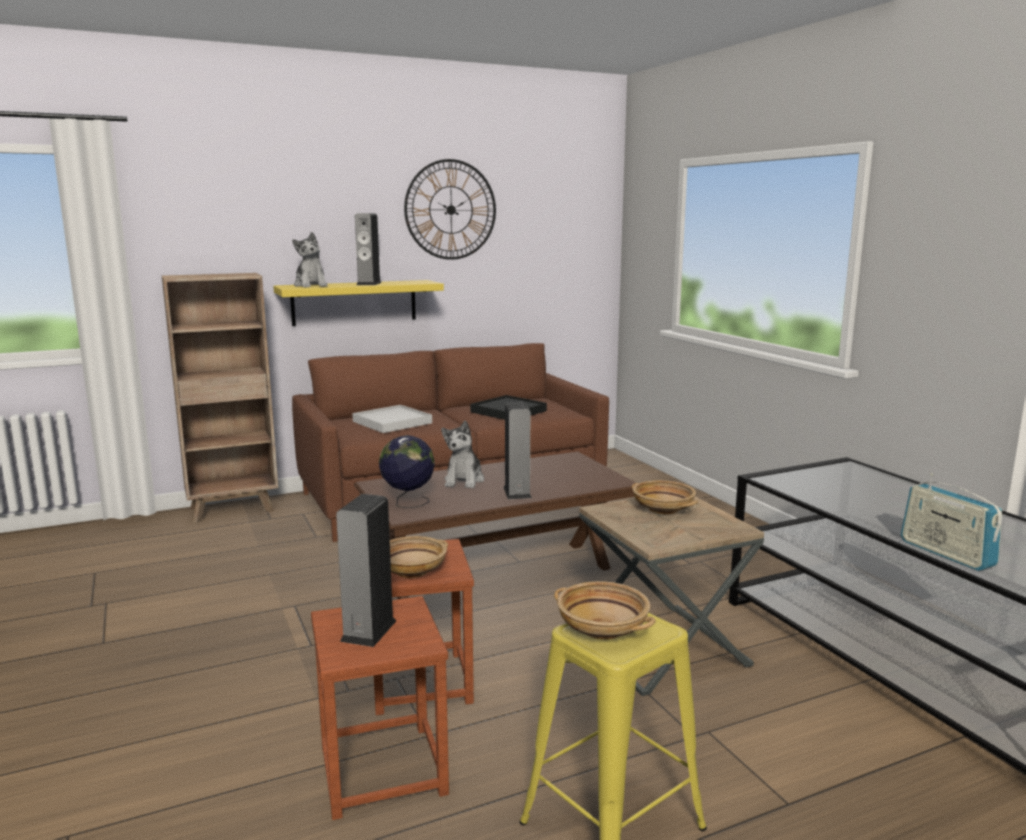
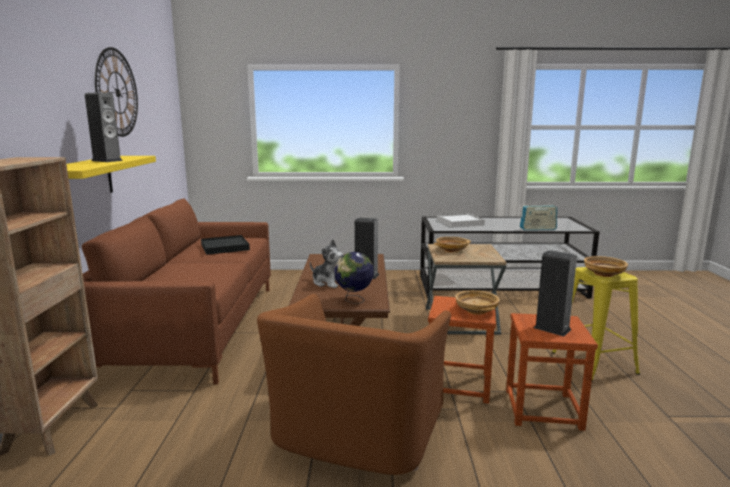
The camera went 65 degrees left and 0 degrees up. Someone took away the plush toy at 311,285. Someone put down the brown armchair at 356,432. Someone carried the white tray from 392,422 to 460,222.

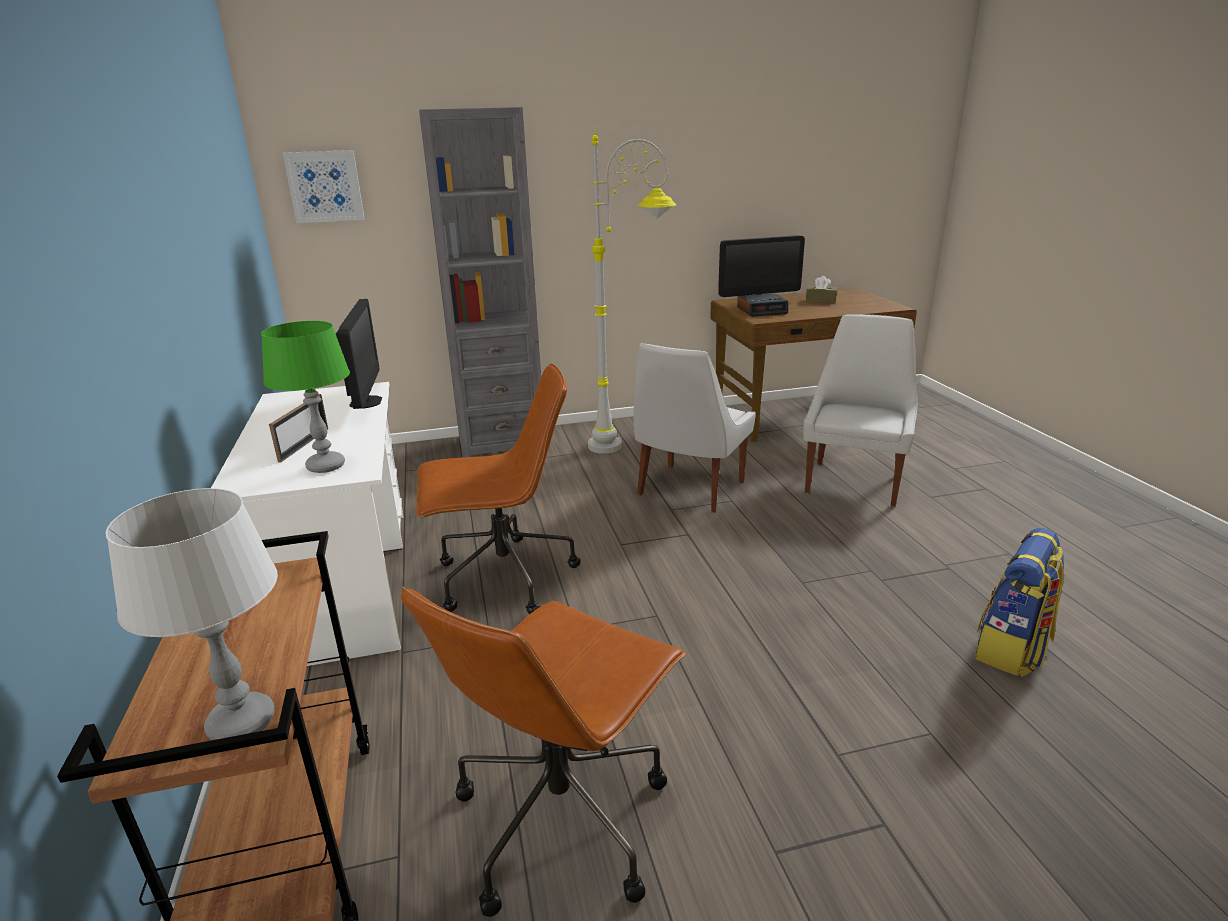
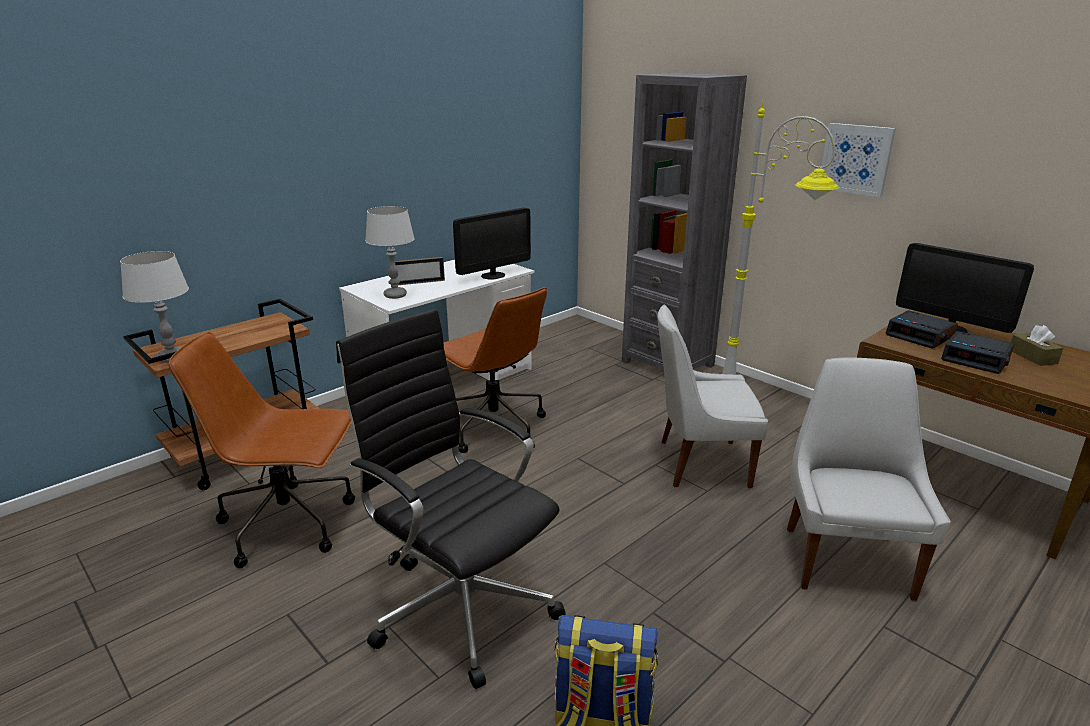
The camera went 60 degrees right and 0 degrees up. Someone put down the black office chair at 461,604. Someone put down the alarm clock at 976,359. Someone carried the picture from 325,186 to 856,159. Someone repainted the green table lamp at 326,466, which became the grey table lamp at 395,295. Someone rotated the white chair at 854,481 by 75 degrees counterclockwise.

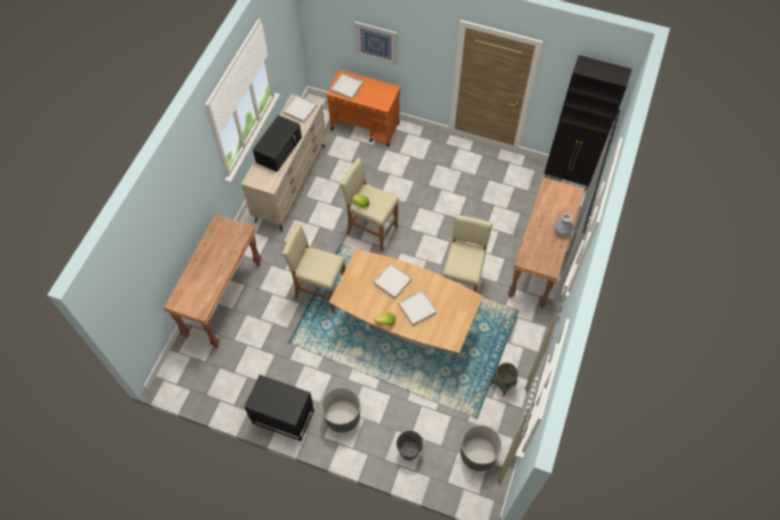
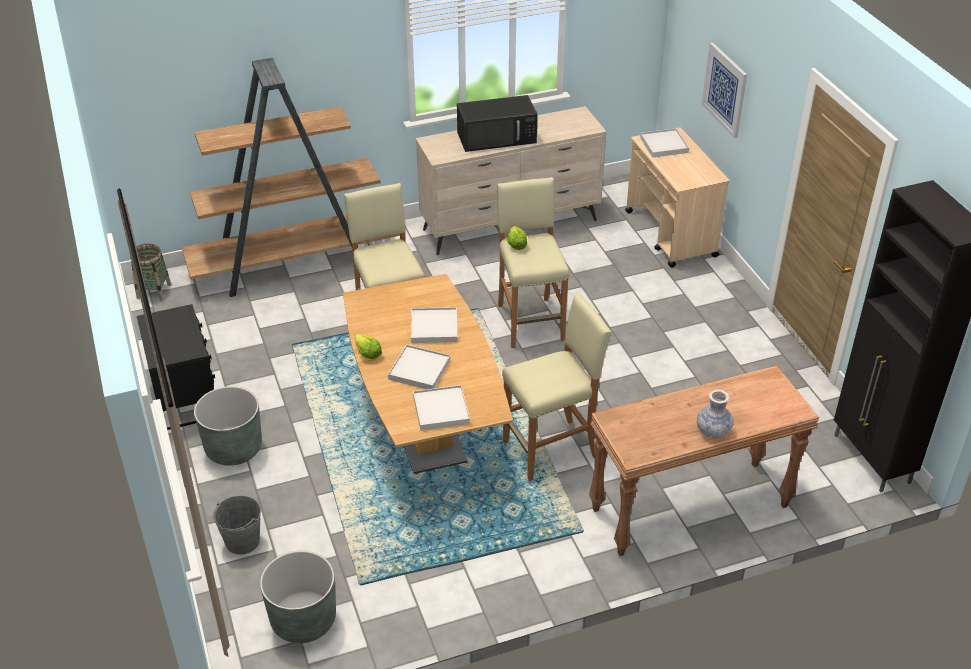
The camera went 50 degrees right and 20 degrees down. Someone carried the white tray from 300,110 to 441,410. Someone carried the basket from 503,384 to 154,291. Someone swapped the brown console table at 223,299 for the brown bookcase at 295,264. Someone repainted the orange cart at 365,127, which became the beige cart at 671,234.

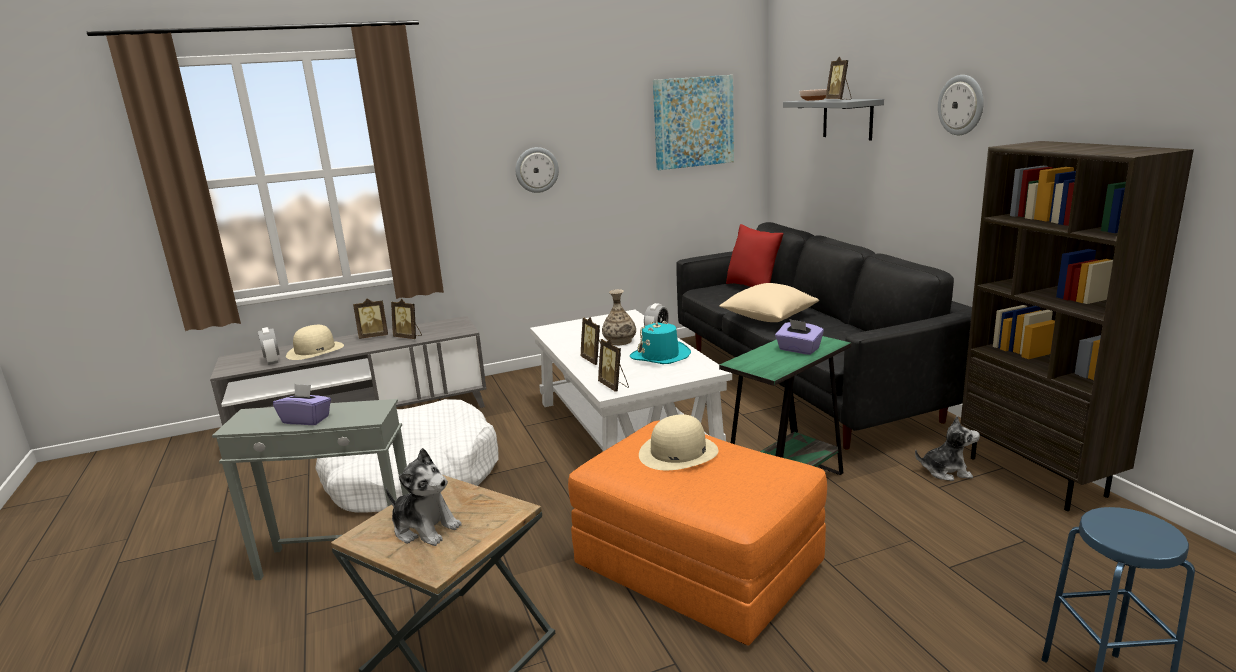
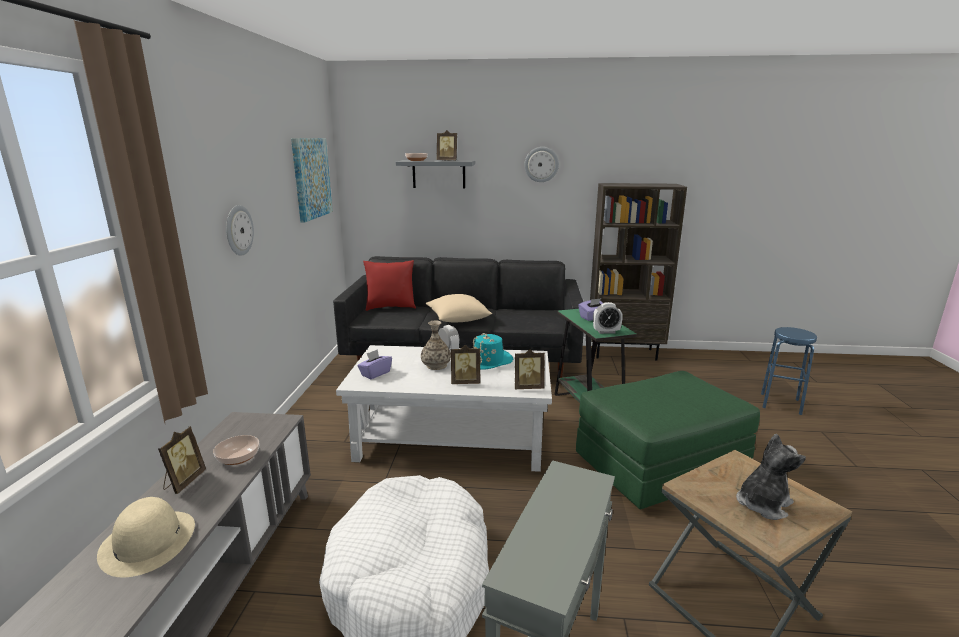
The camera went 65 degrees left and 0 degrees up. Someone took away the beige hat at 678,452. Someone took away the plush toy at 946,471. Someone carried the alarm clock from 272,361 to 606,332. Someone carried the purple tissue box from 306,419 to 375,373. Someone swapped the picture frame at 408,337 for the bowl at 239,457. Someone repainted the orange ottoman at 699,566, which became the green ottoman at 660,464.

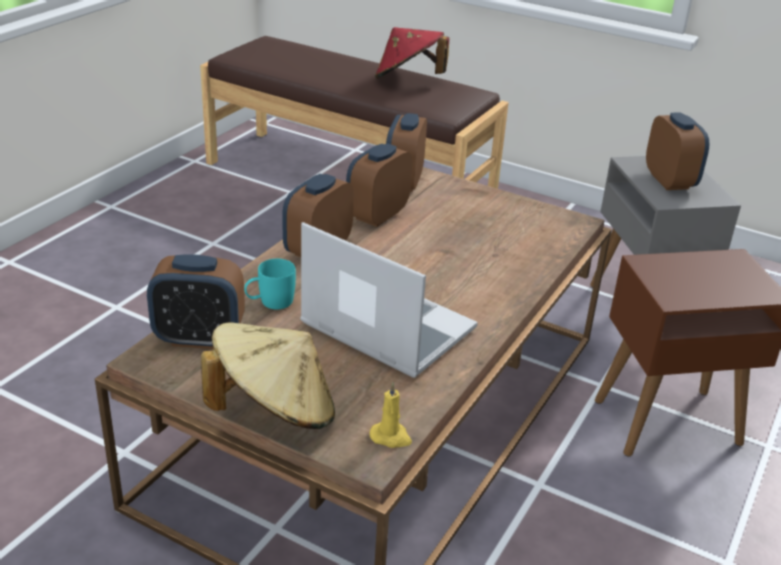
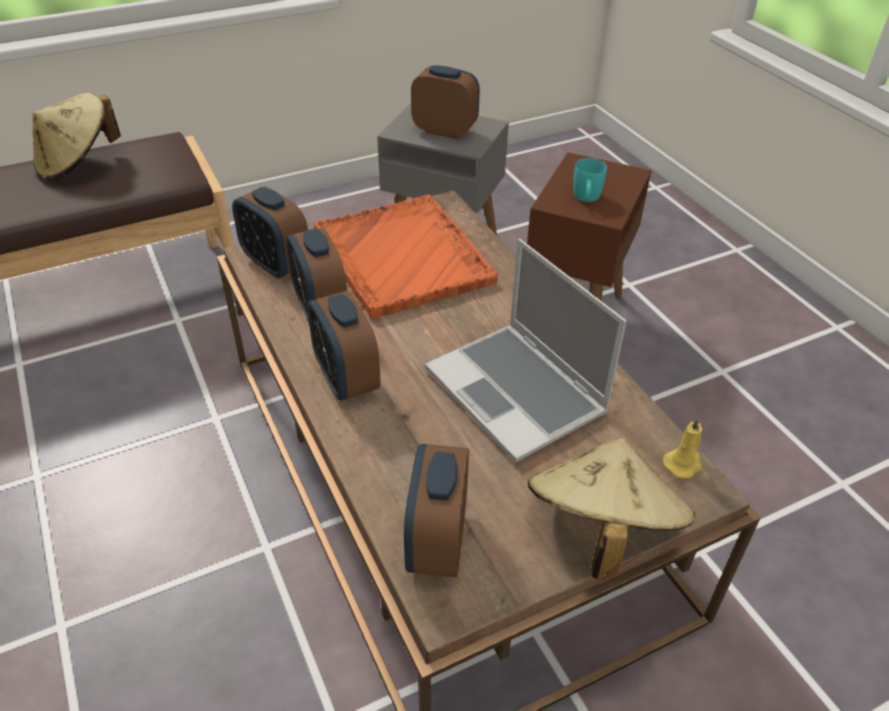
The camera went 55 degrees left and 10 degrees up. Someone put down the orange tray at 403,258. Someone carried the turquoise mug from 270,302 to 586,198. Someone repainted the red hat at 408,79, which became the beige hat at 78,164. Someone rotated the alarm clock at 199,338 by 150 degrees clockwise. Someone rotated the laptop at 384,327 by 105 degrees counterclockwise.

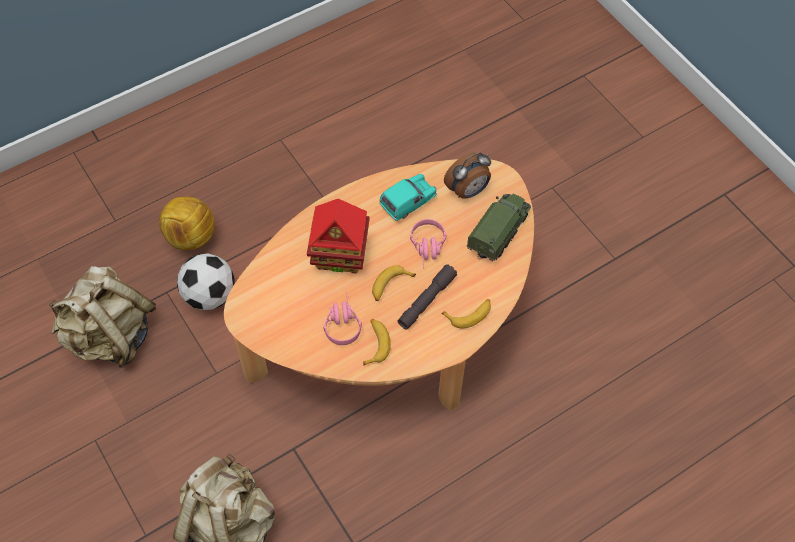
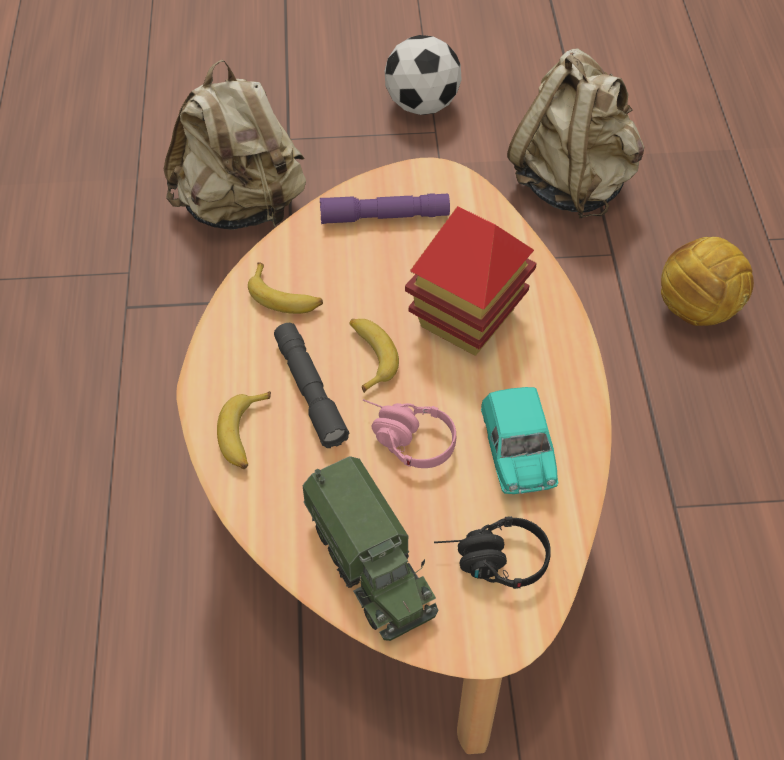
The camera went 120 degrees right and 5 degrees down. Someone took away the pink headphones at 341,322. Someone put down the purple flashlight at 384,216. Someone carried the football from 209,295 to 422,105. Someone swapped the alarm clock at 468,191 for the black headphones at 491,562.

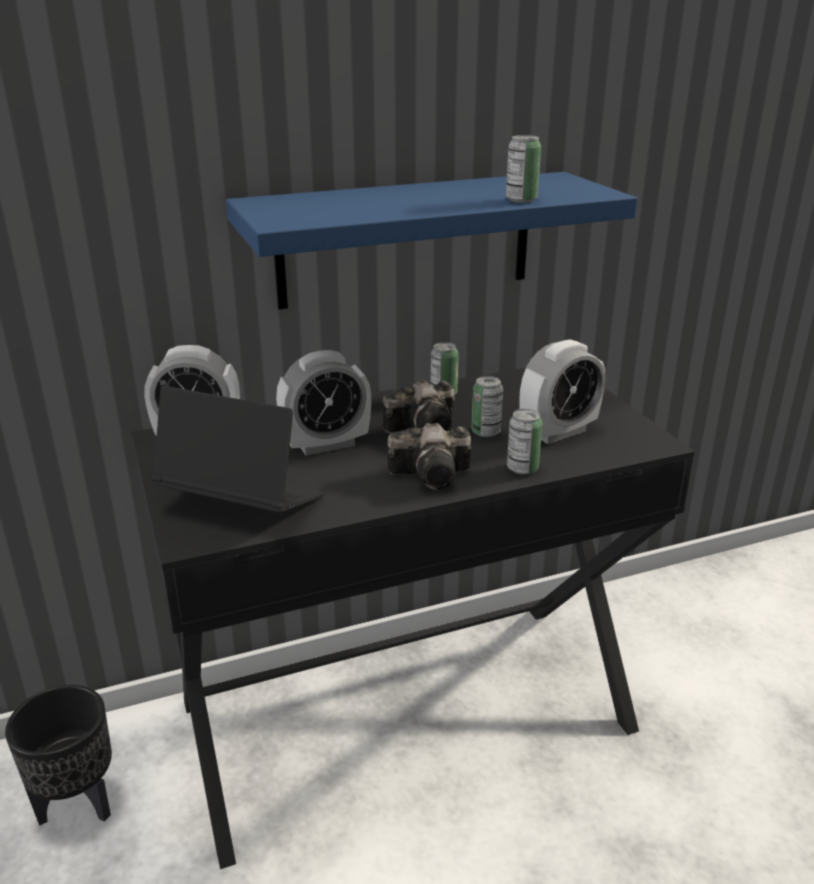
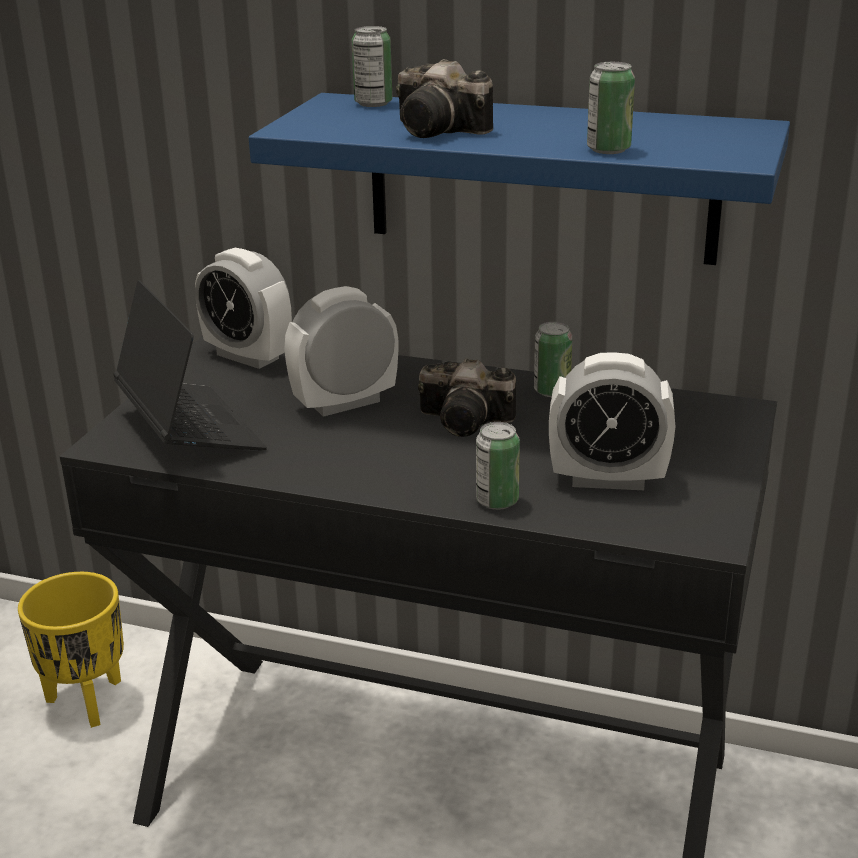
The camera went 40 degrees right and 0 degrees up. Someone carried the photo camera from 434,475 to 442,130. Someone carried the can from 486,432 to 373,103. Someone repainted the black planter at 76,804, which became the yellow planter at 86,701. Someone rotated the alarm clock at 326,444 by 135 degrees clockwise.

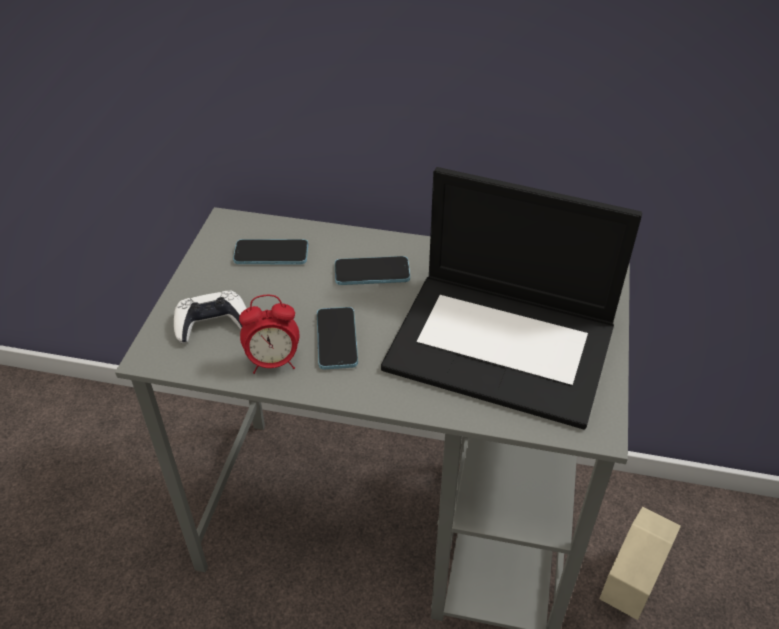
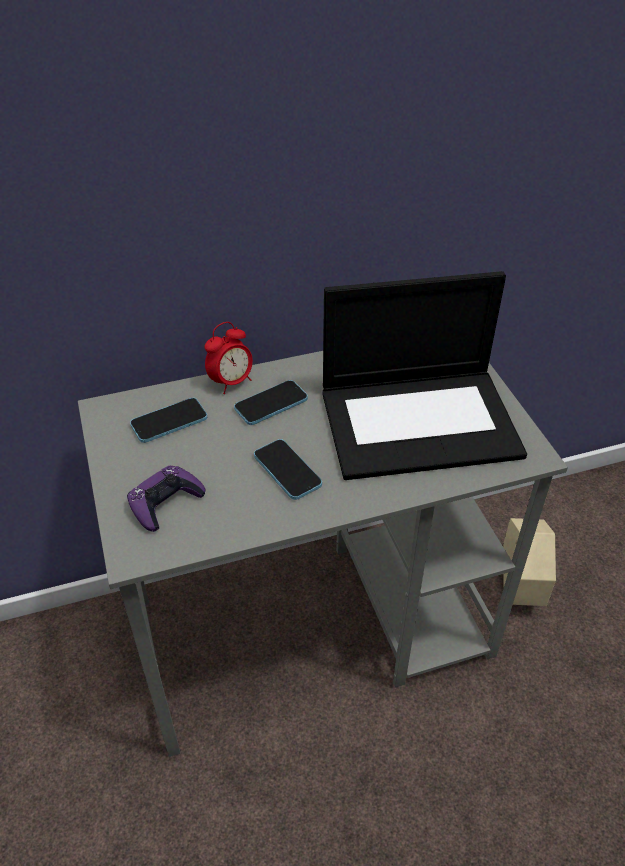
The camera went 30 degrees left and 0 degrees up. Someone carried the alarm clock from 273,362 to 231,382. Someone repainted the white game controller at 212,323, which became the purple game controller at 165,502.

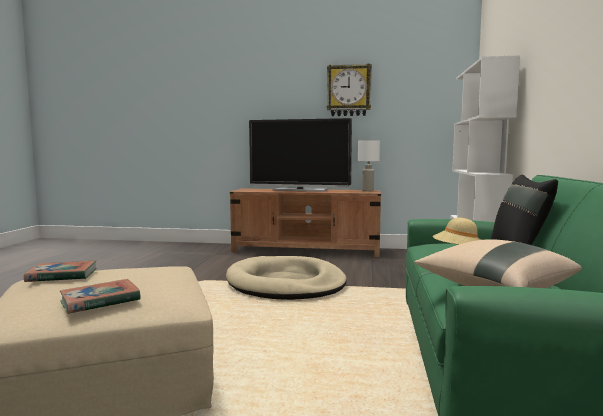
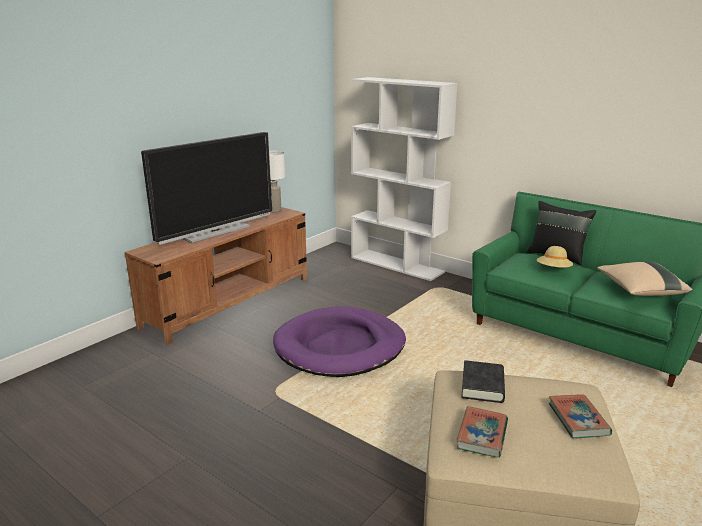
The camera went 60 degrees left and 15 degrees up. Someone took away the wall clock at 349,90. Someone put down the black book at 482,386. Someone repainted the beige dog bed at 286,284, which became the purple dog bed at 340,346.

